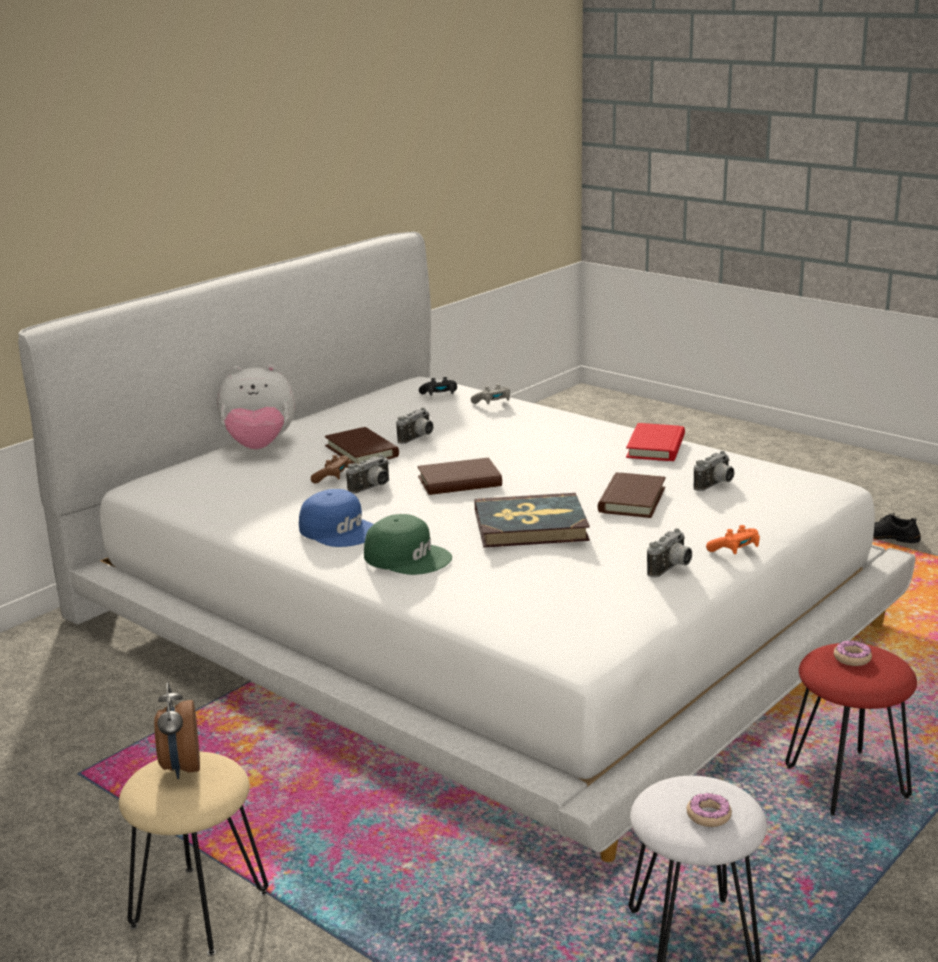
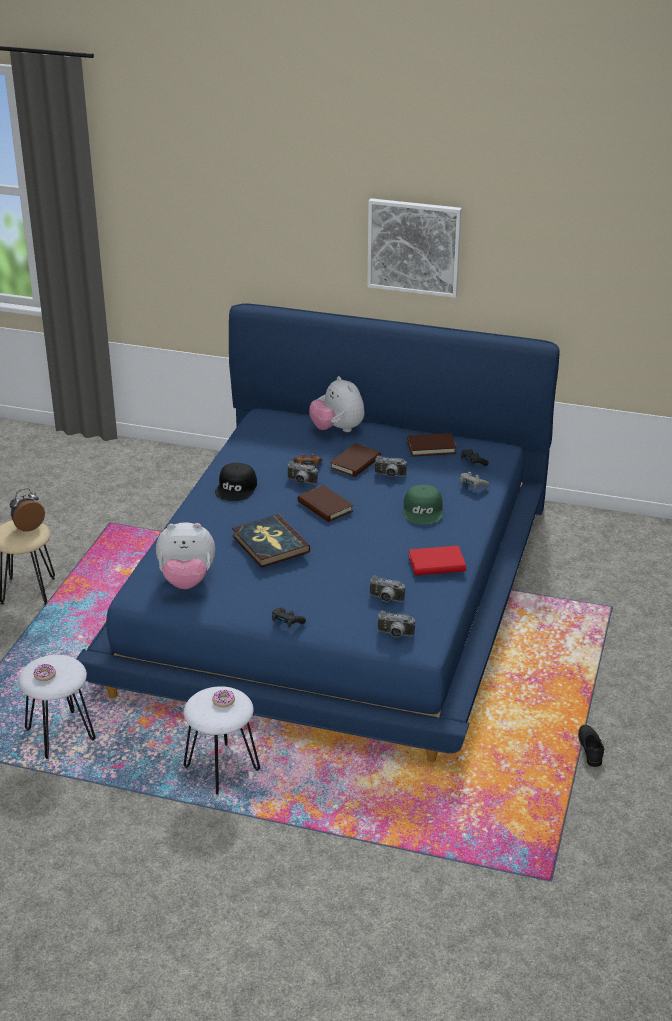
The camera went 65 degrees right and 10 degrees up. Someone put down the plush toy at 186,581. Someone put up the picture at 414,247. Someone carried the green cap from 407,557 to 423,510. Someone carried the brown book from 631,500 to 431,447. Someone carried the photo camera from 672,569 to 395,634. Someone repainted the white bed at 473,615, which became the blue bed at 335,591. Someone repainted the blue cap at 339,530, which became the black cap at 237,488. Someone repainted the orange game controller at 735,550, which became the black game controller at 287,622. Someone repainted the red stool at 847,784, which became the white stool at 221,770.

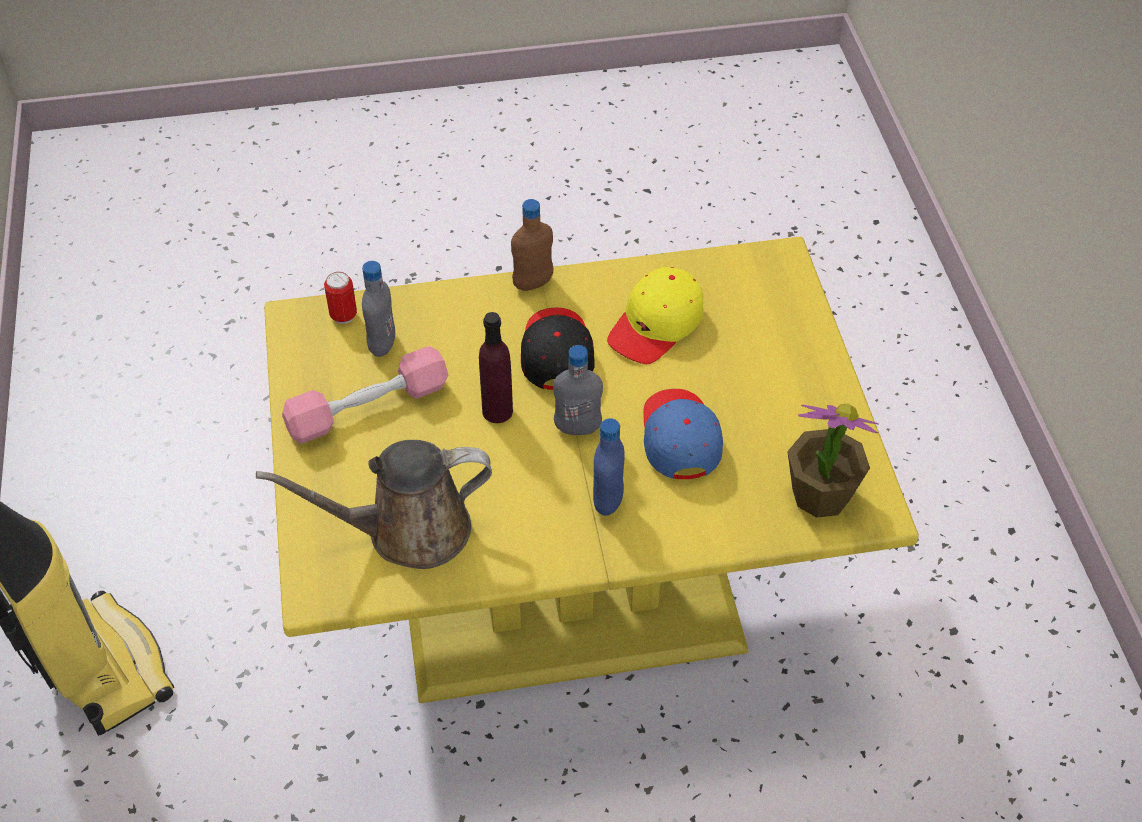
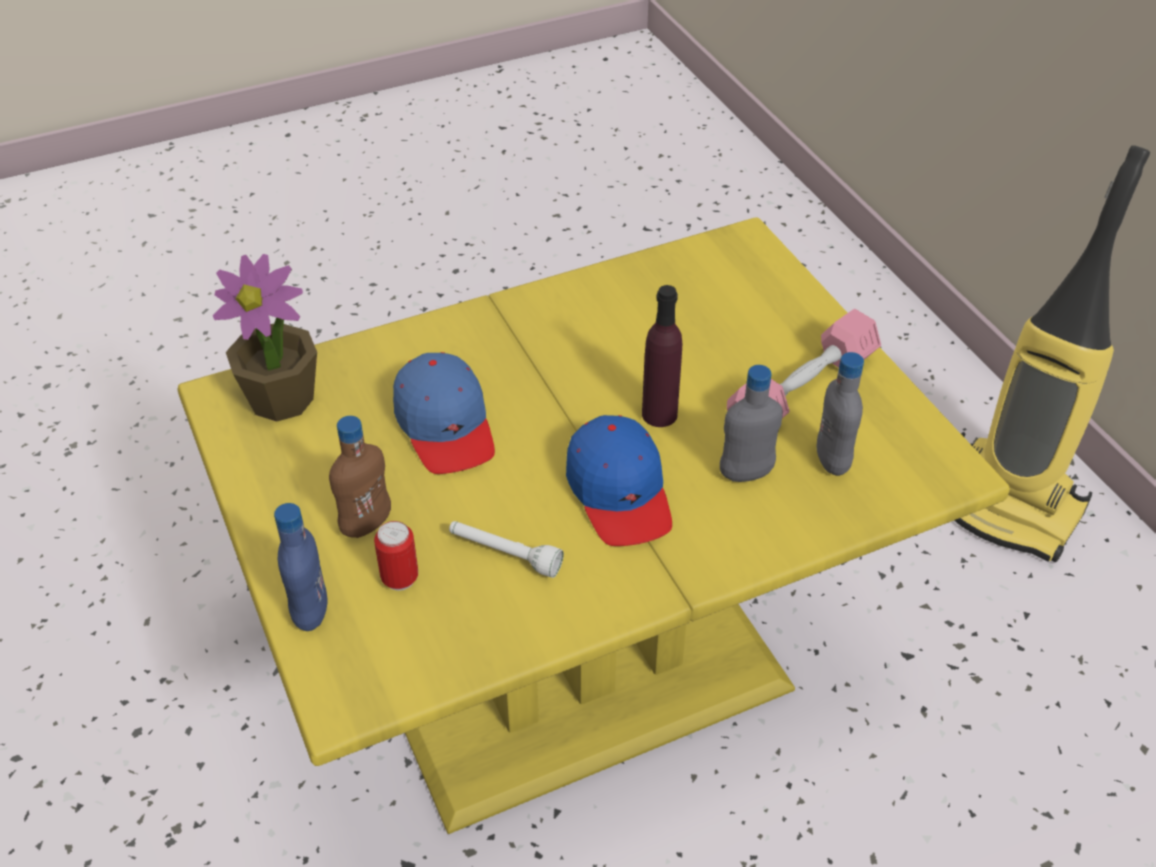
The camera went 165 degrees right and 5 degrees down. Someone took away the brown watering can at 408,531. Someone carried the can from 343,316 to 400,579. Someone carried the brown bottle from 533,283 to 366,524. Someone carried the grey bottle from 577,428 to 746,474. Someone carried the blue bottle from 608,501 to 310,612. Someone swapped the yellow cap at 656,325 for the white flashlight at 504,554. Someone repainted the black cap at 556,353, which became the blue cap at 620,492.

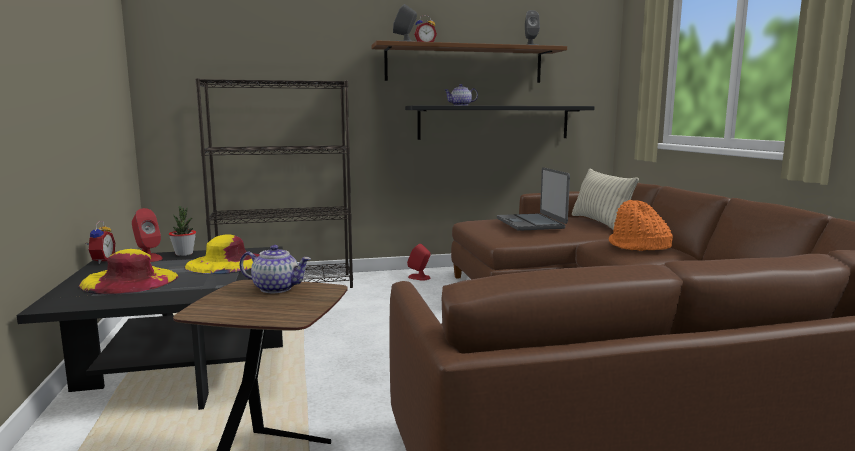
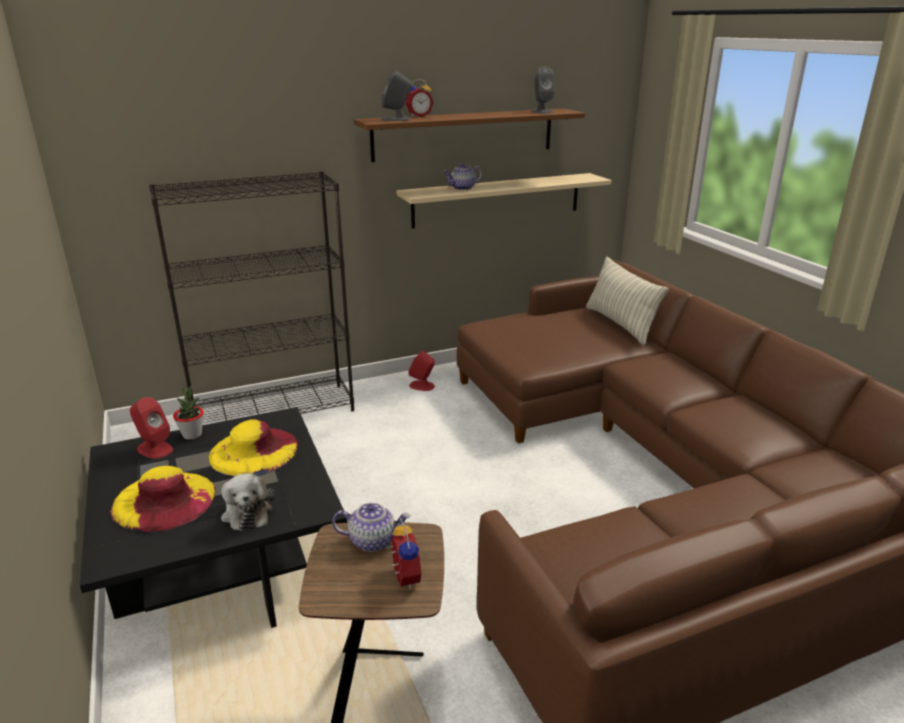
The camera went 10 degrees left and 15 degrees up. Someone took away the laptop at 531,223. Someone took away the orange hat at 638,247. Someone put down the plush toy at 247,512. Someone carried the alarm clock from 101,261 to 403,578. Someone repainted the black shelf at 494,122, which became the beige shelf at 497,200.

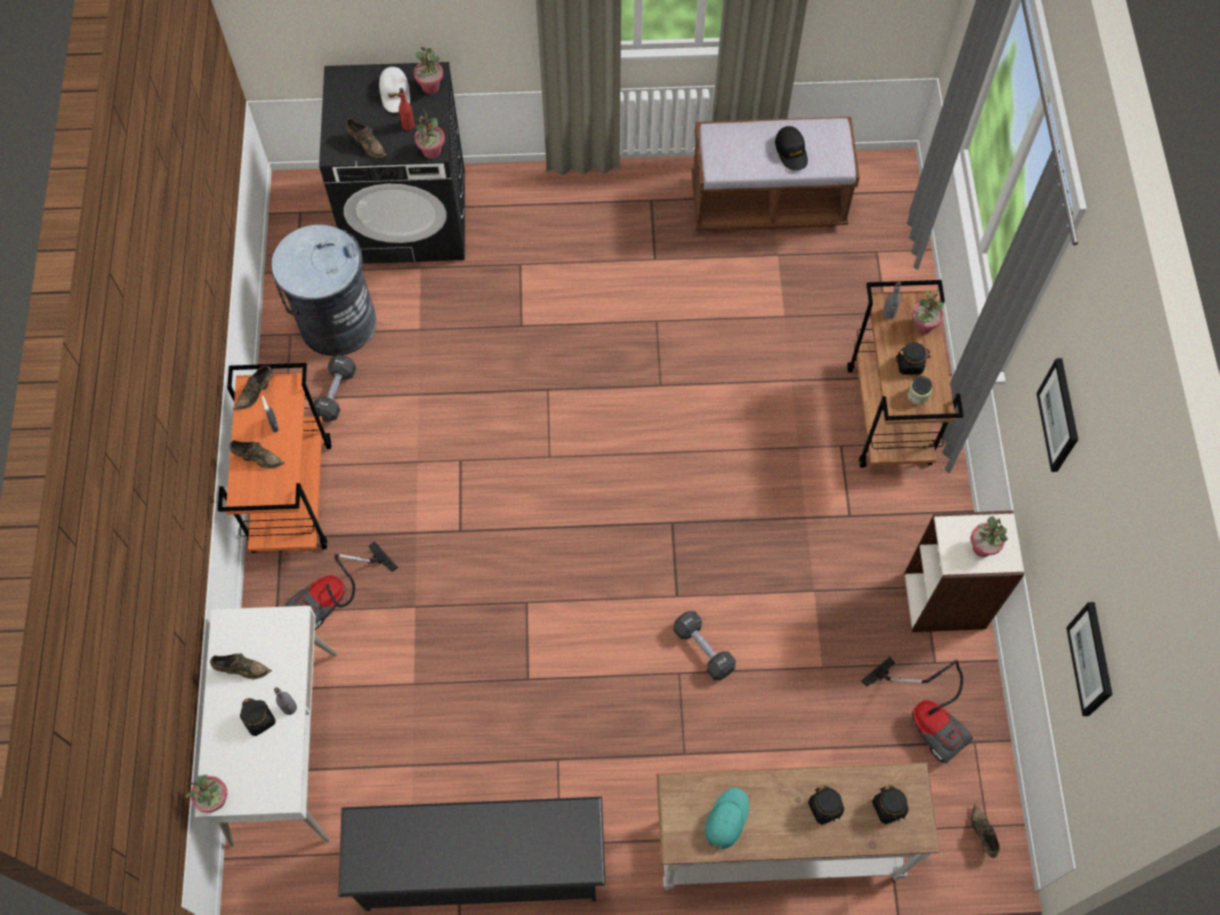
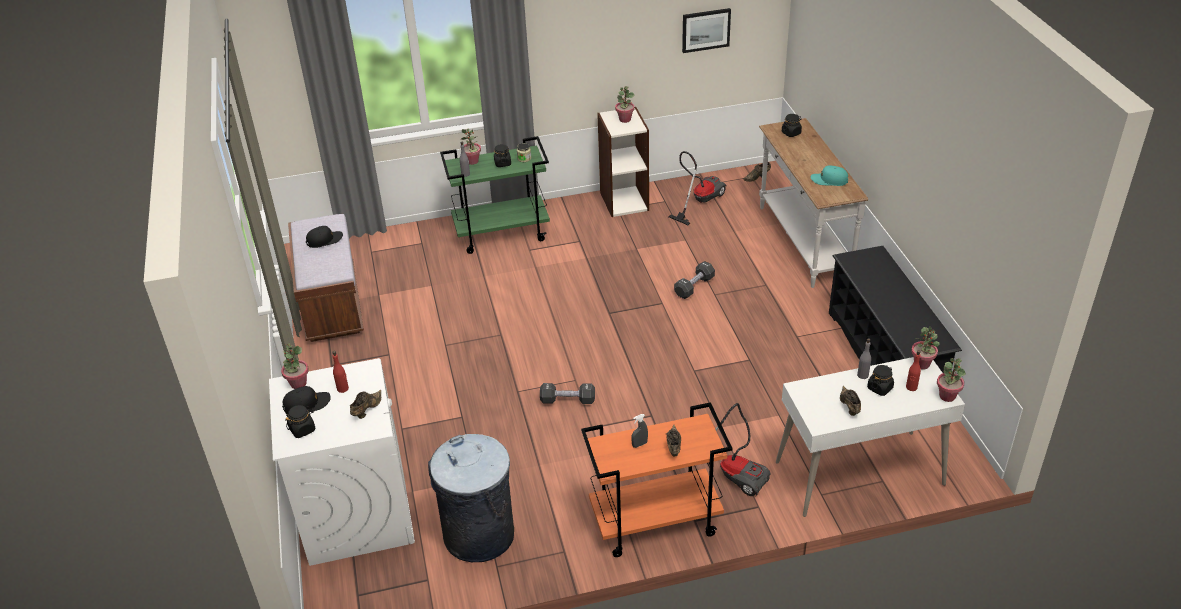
The camera went 100 degrees left and 25 degrees down. Someone took away the brown shoe at 257,393. Someone took away the picture at 1059,415. Someone put down the red bottle at 911,387. Someone carried the black dumbbell from 335,394 to 567,400. Someone carried the potted plant from 431,151 to 922,364. Someone carried the black jar from 825,808 to 302,429. Someone repainted the black washing machine at 408,216, which became the white washing machine at 357,512. Someone repainted the white cap at 395,94, which became the black cap at 307,404. Someone repainted the brown cart at 889,416, which became the green cart at 502,233.

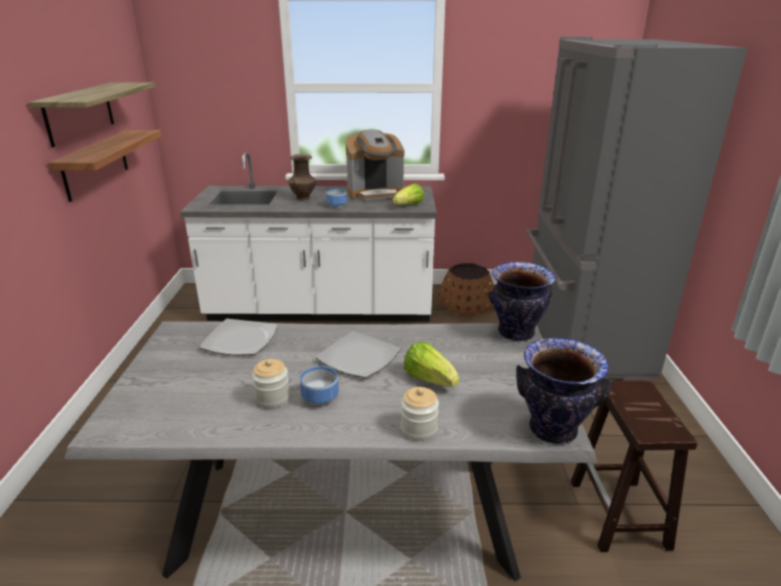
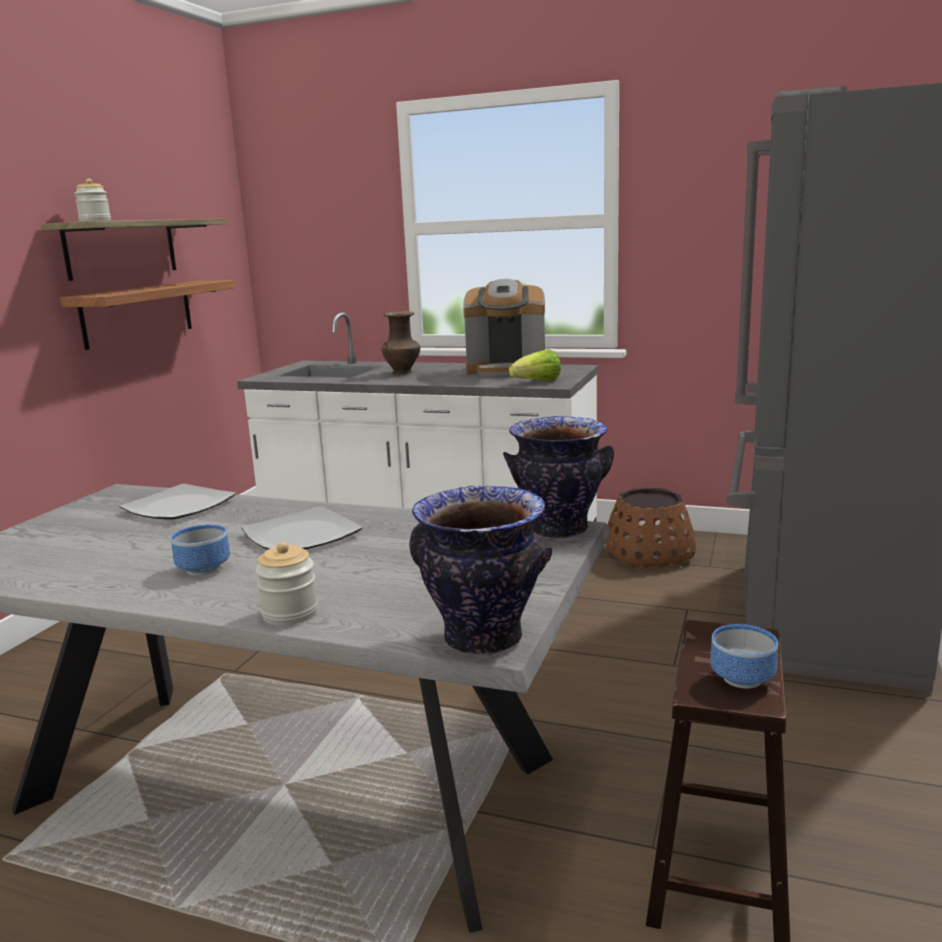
The camera went 20 degrees right and 10 degrees down. Someone took away the lettuce at 429,379. Someone carried the jar from 272,398 to 95,221. Someone carried the bowl from 336,205 to 742,677.

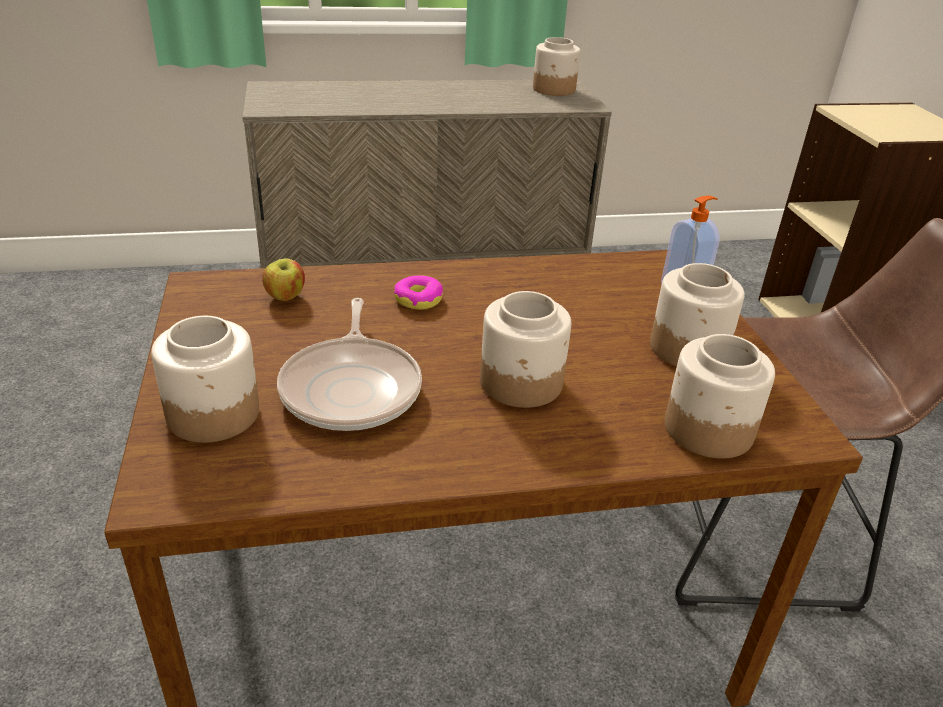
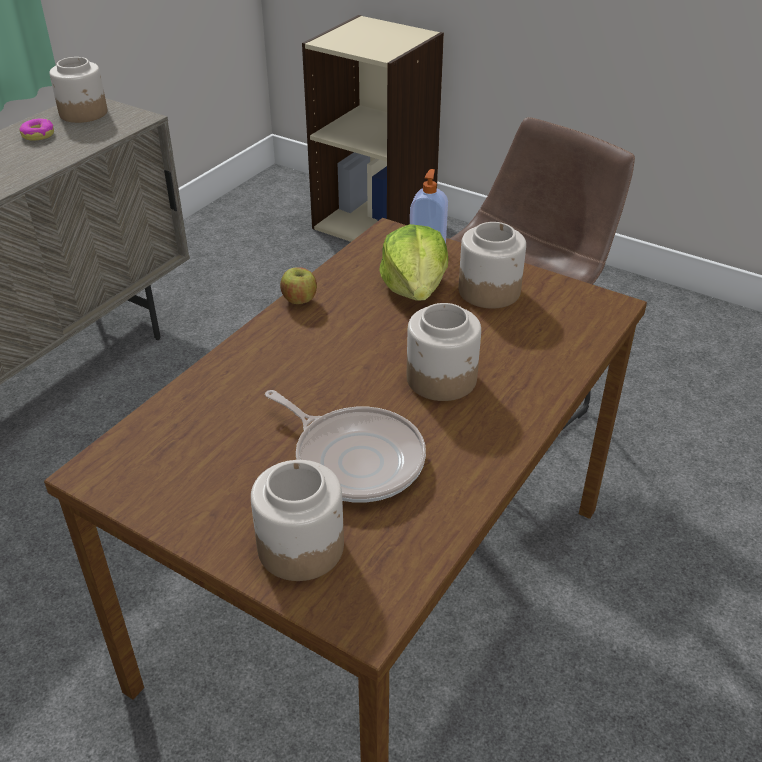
The camera went 45 degrees left and 5 degrees up. Someone took away the jar at 707,429. Someone put down the lettuce at 415,288. Someone carried the apple from 286,297 to 299,300. Someone carried the donut from 418,299 to 38,135.

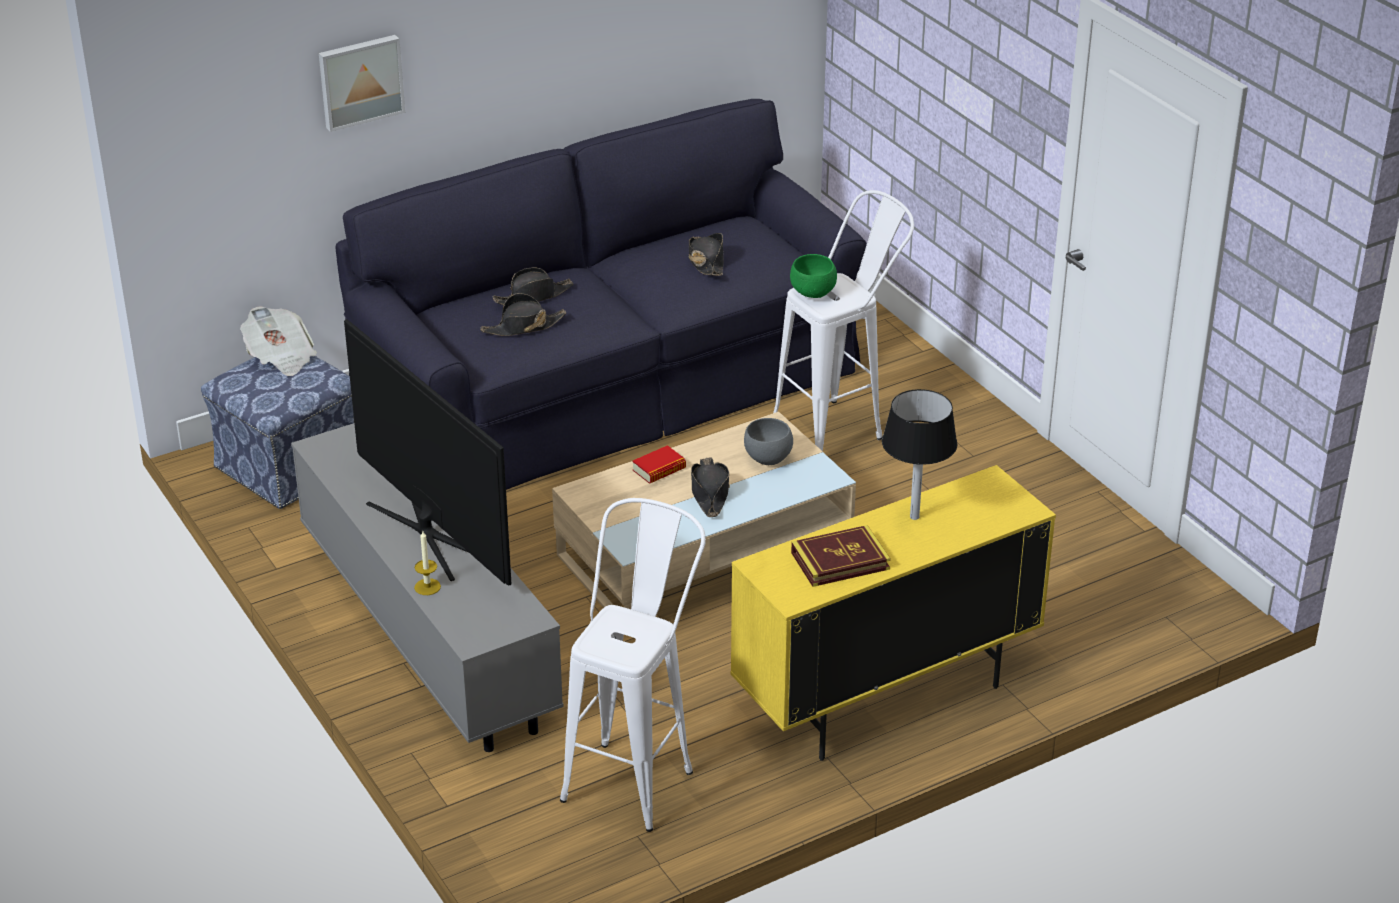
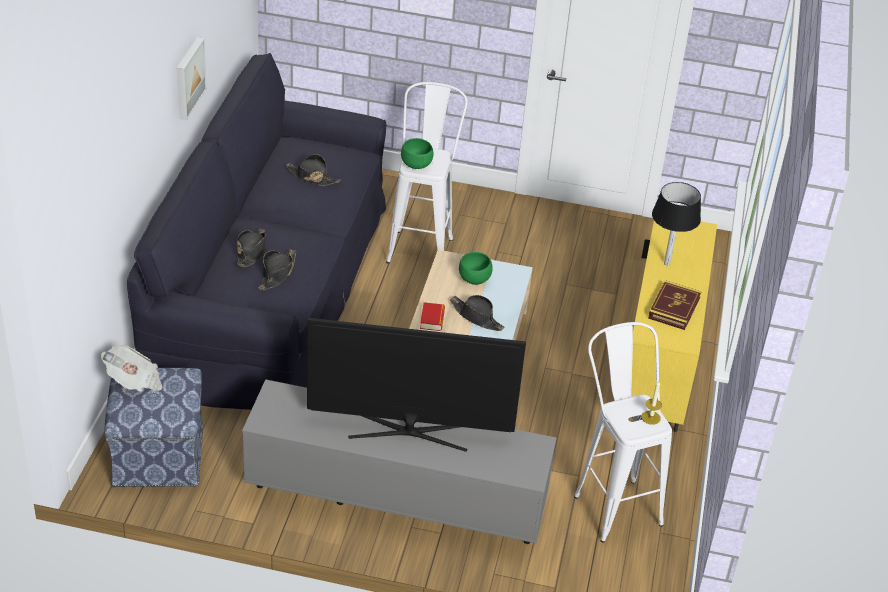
The camera went 50 degrees left and 5 degrees up. Someone carried the picture from 360,81 to 188,77. Someone carried the candle from 427,587 to 651,417. Someone repainted the grey bowl at 768,459, which became the green bowl at 475,280.

